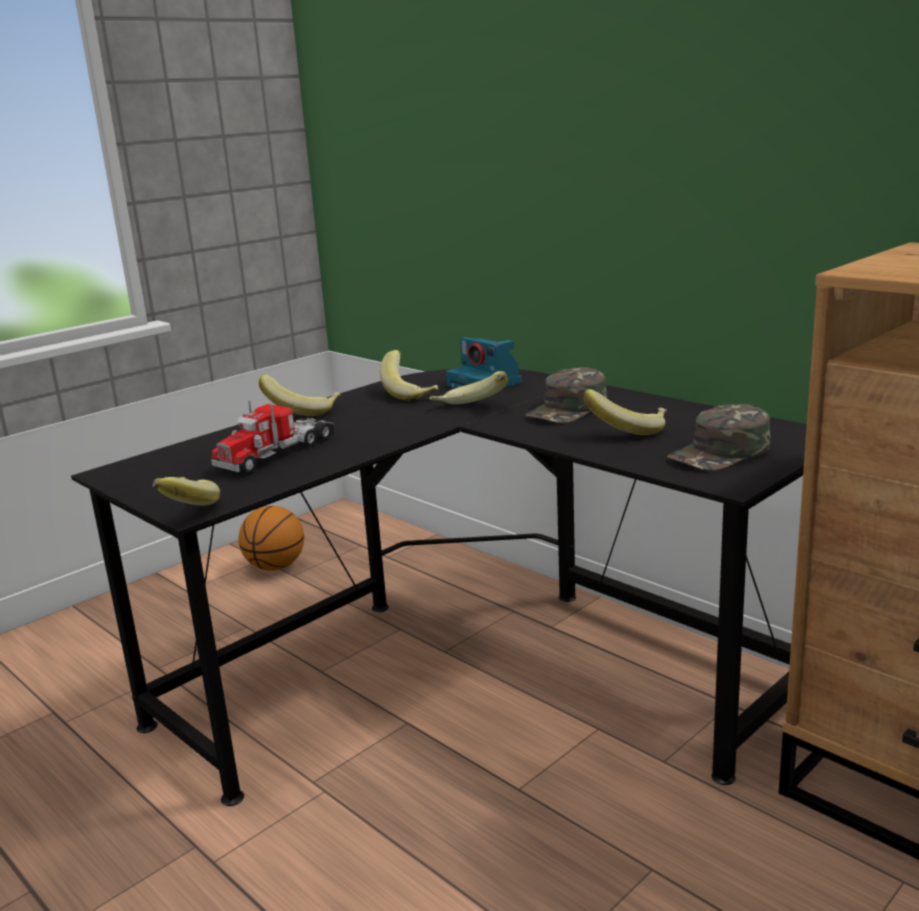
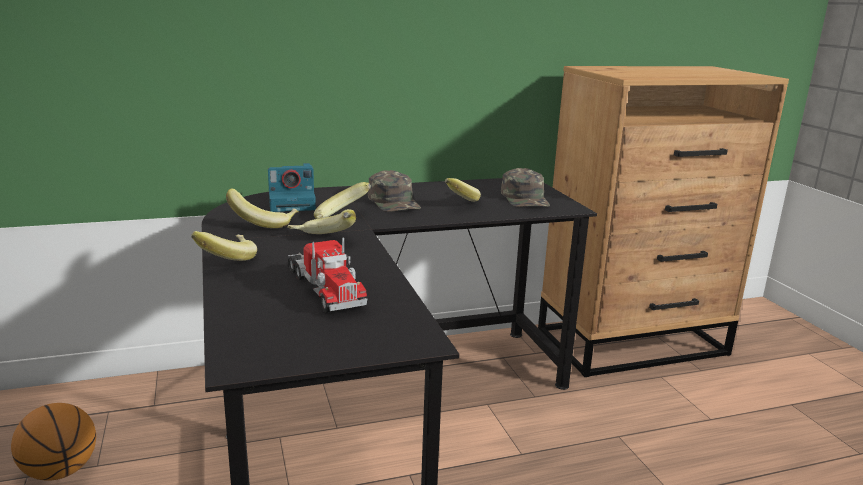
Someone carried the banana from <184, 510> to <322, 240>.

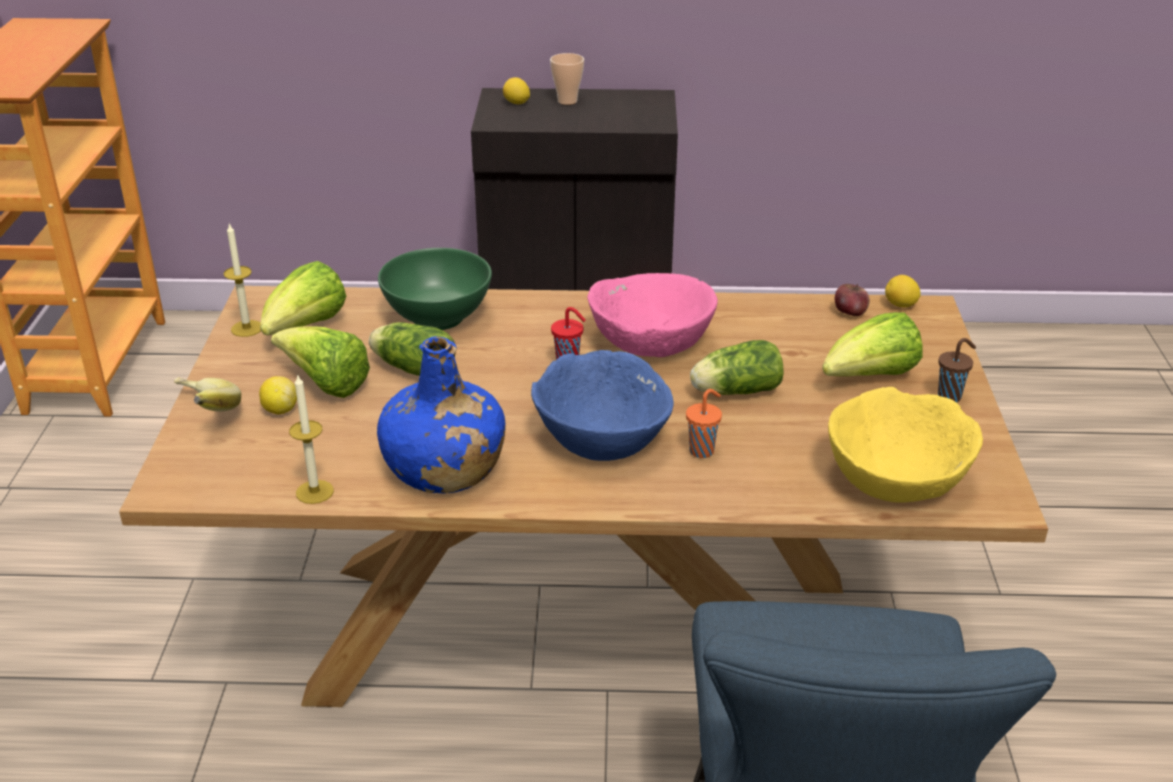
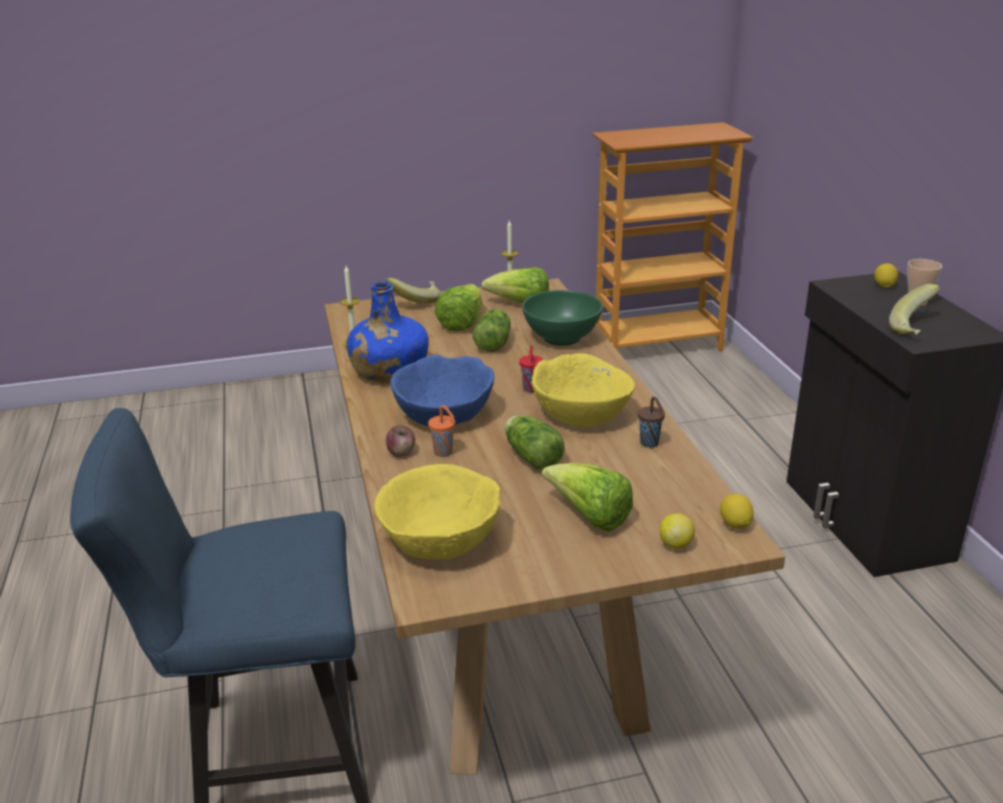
Someone put down the banana at <915, 329>.
Someone carried the lemon from <280, 410> to <675, 544>.
Someone carried the apple from <850, 312> to <401, 452>.
Someone carried the cup/brown from <950, 397> to <650, 444>.
Someone repainted the bowl/pink at <650, 341>, which became the bowl/yellow at <581, 414>.

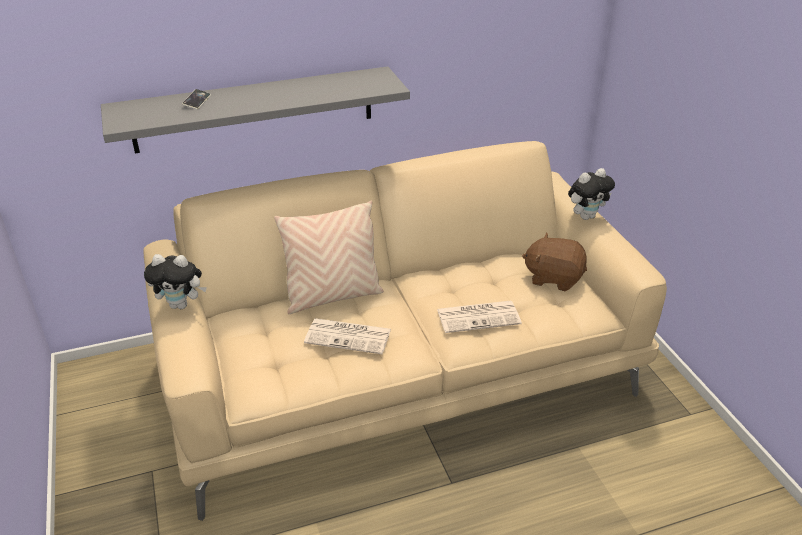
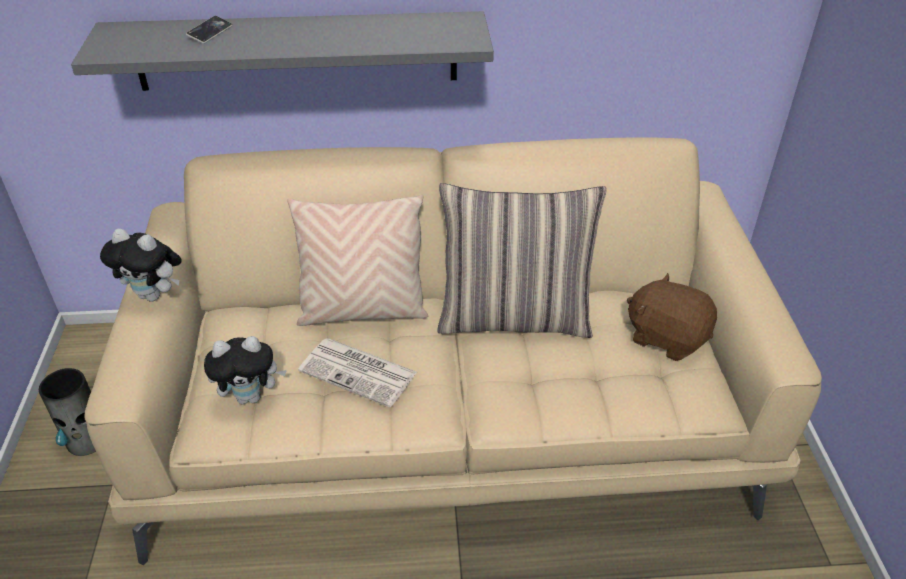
Someone took away the newspaper at <479, 316>.
Someone put down the vase at <87, 440>.
Someone put down the pillow at <515, 317>.
Someone carried the plush toy from <586, 216> to <251, 396>.

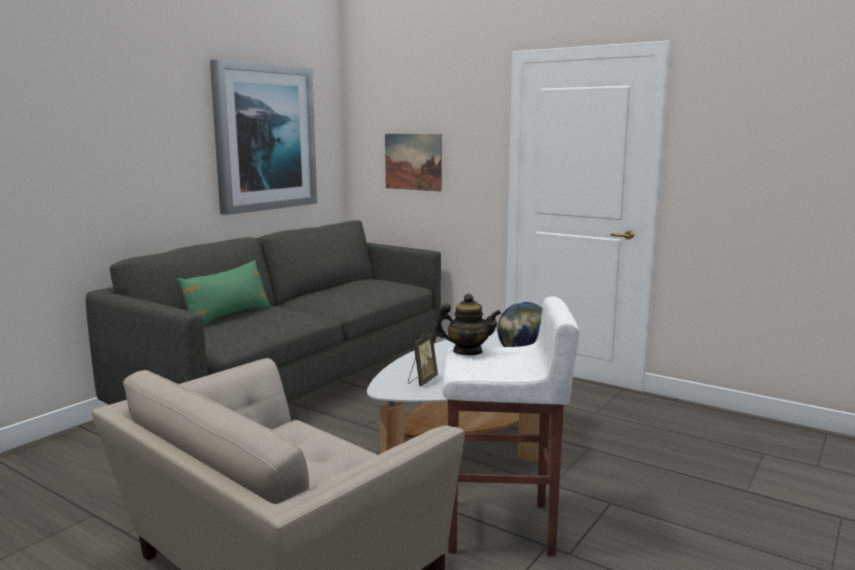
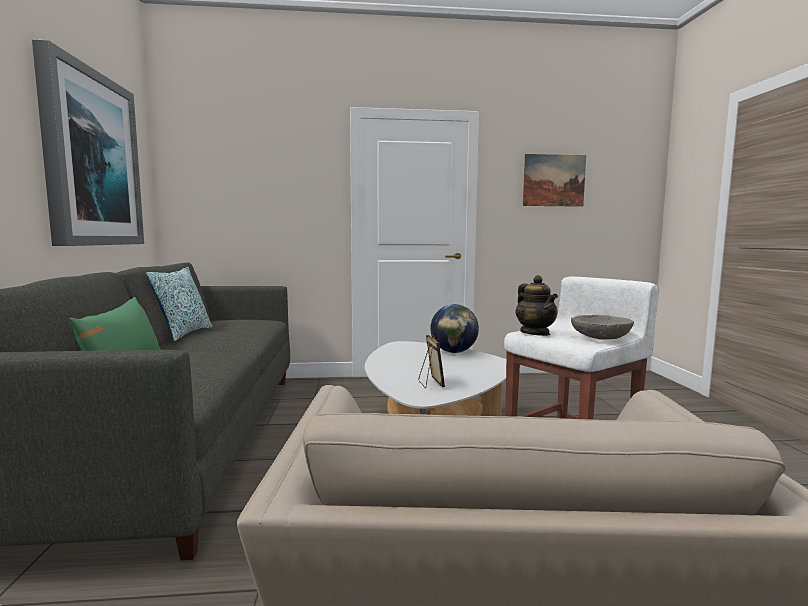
Someone put down the pillow at <184, 333>.
Someone put down the bowl/grey at <600, 338>.
Someone carried the picture from <413, 162> to <554, 180>.
Someone rotated the teapot at <467, 352> by 105 degrees clockwise.

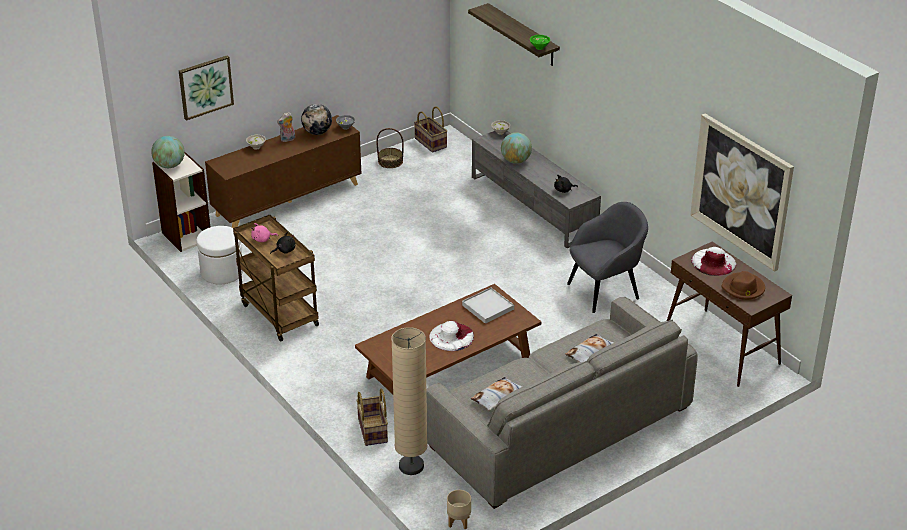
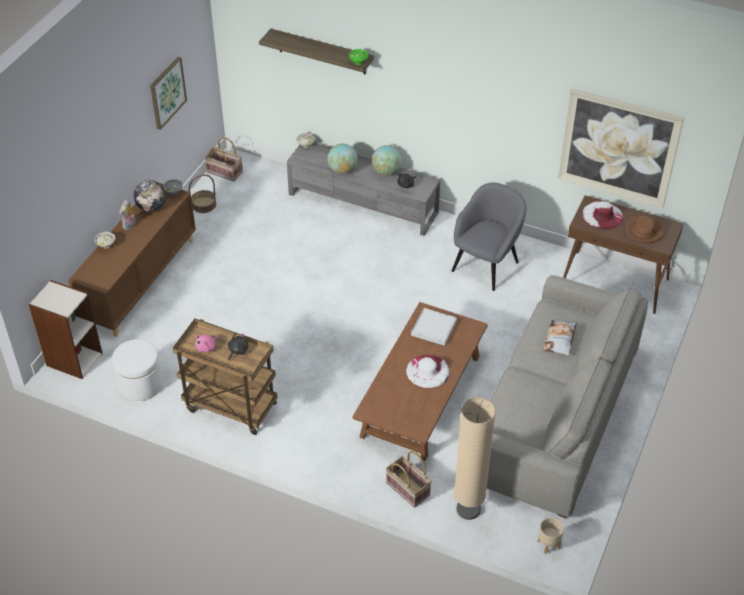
Someone took away the pillow at <497, 397>.
Someone carried the globe from <169, 165> to <386, 171>.
Someone carried the picture from <205, 87> to <167, 92>.

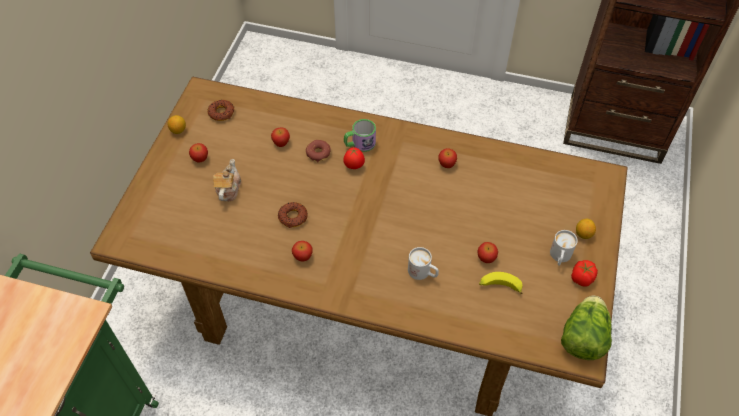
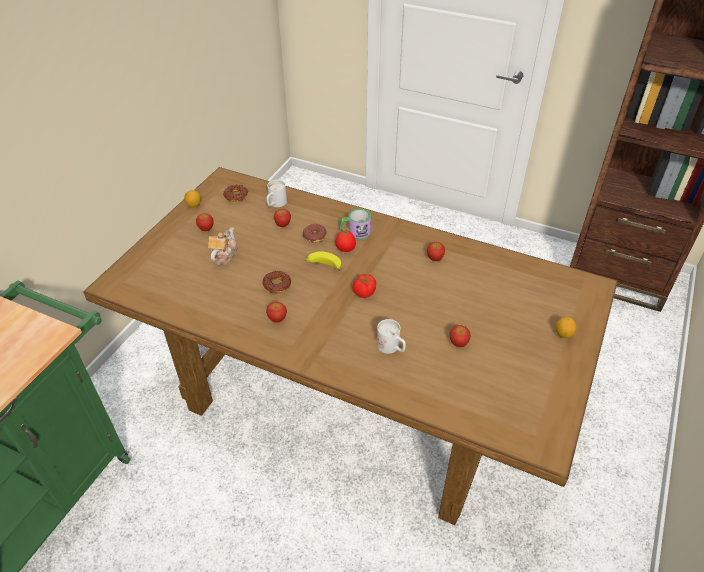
Someone took away the lettuce at <582, 337>.
Someone carried the banana from <499, 286> to <323, 265>.
Someone carried the mug/white from <559, 257> to <275, 204>.
Someone carried the tomato from <581, 278> to <364, 293>.

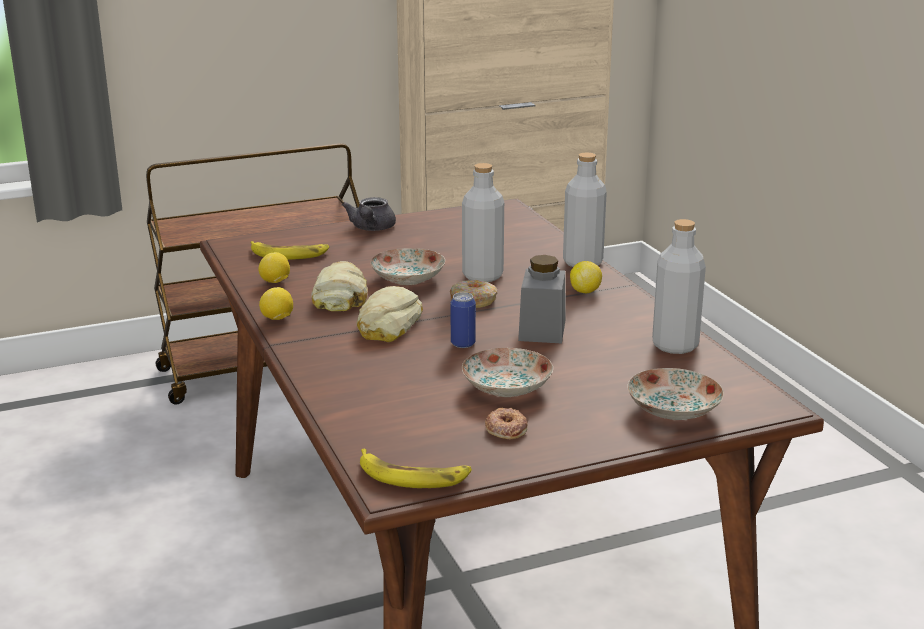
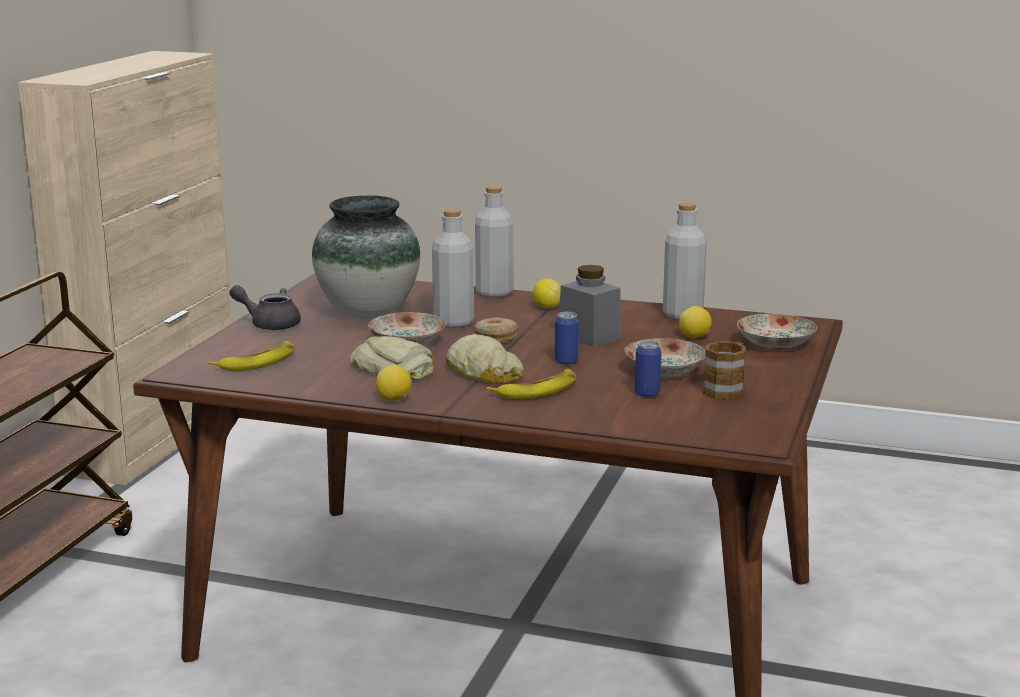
Someone put down the vase at <368, 312>.
Someone put down the can at <647, 394>.
Someone carried the lemon from <275, 282> to <695, 337>.
Someone carried the banana from <413, 476> to <537, 390>.
Someone swapped the donut at <506, 429> for the mug at <727, 389>.
Someone rotated the teapot/grey at <371, 229> by 150 degrees clockwise.

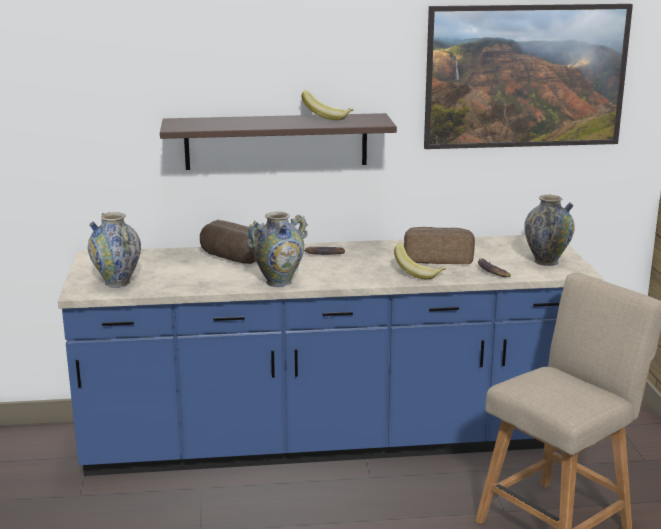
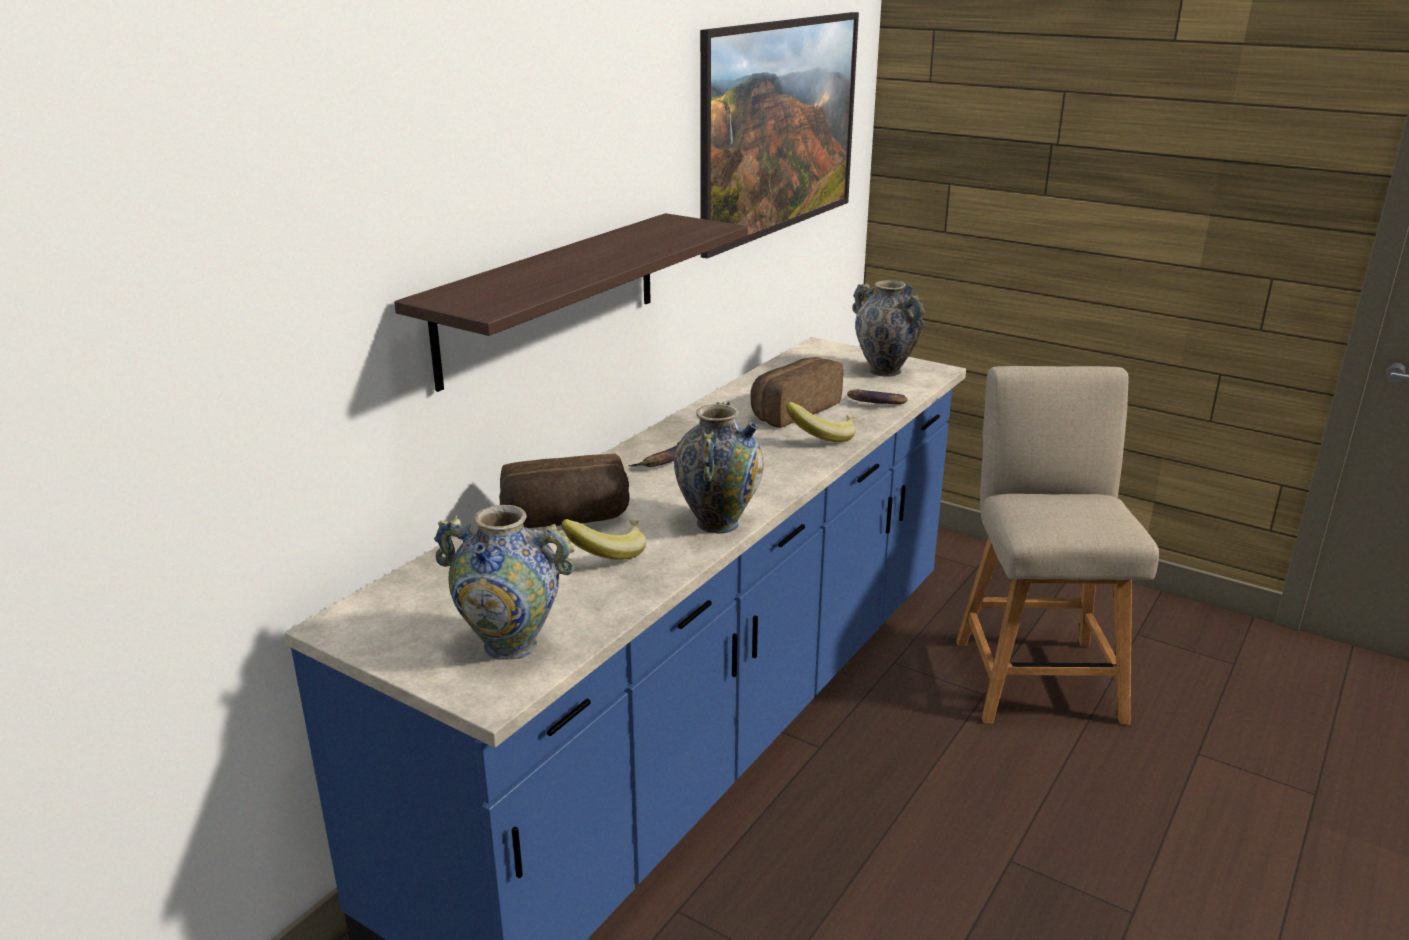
Someone carried the banana from <327, 117> to <607, 552>.

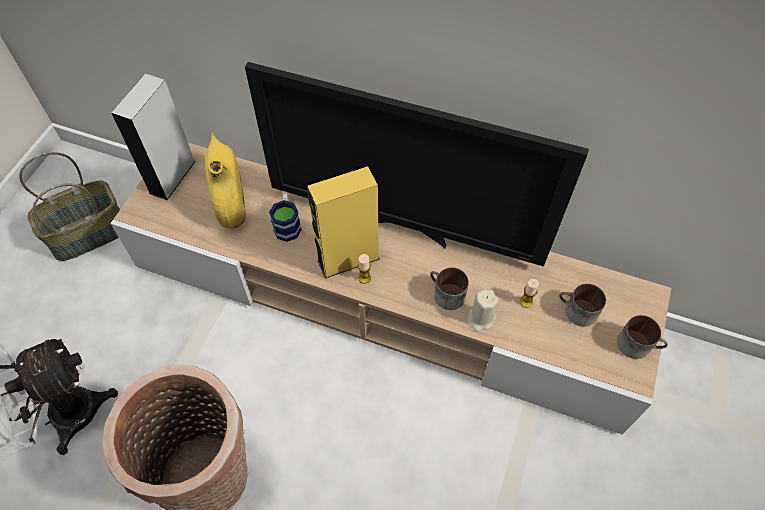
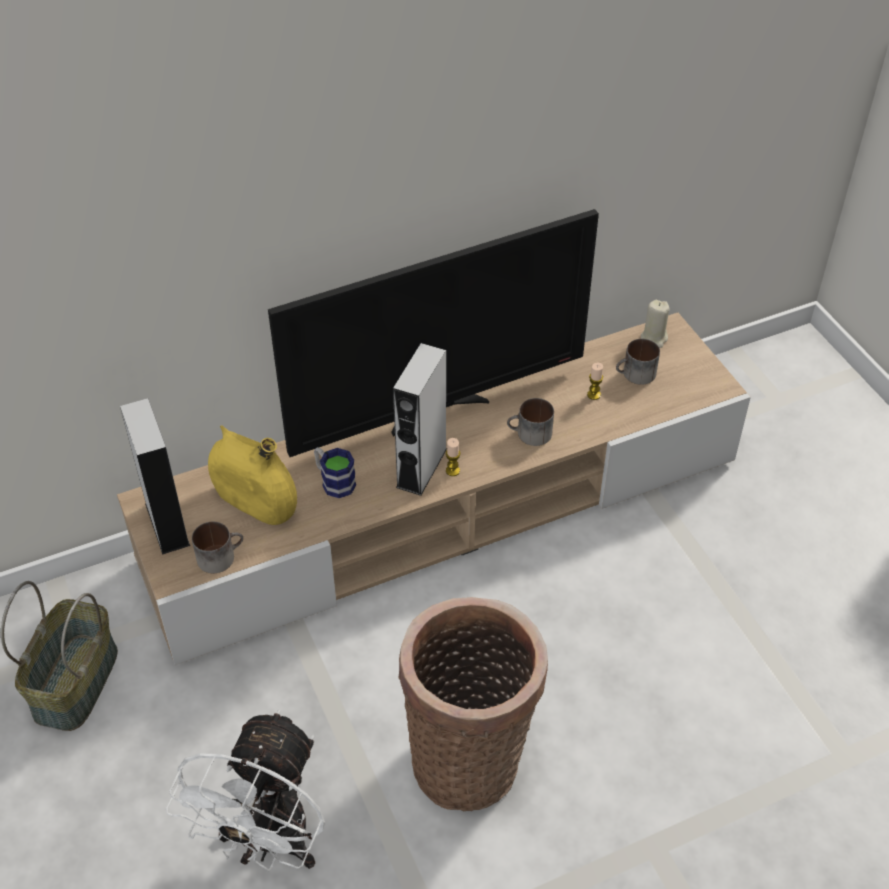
Someone carried the candle/beige from <481, 319> to <654, 338>.
Someone carried the mug from <638, 344> to <220, 555>.
Someone repainted the speaker/yellow at <348, 259>, which became the speaker/grey at <421, 468>.

